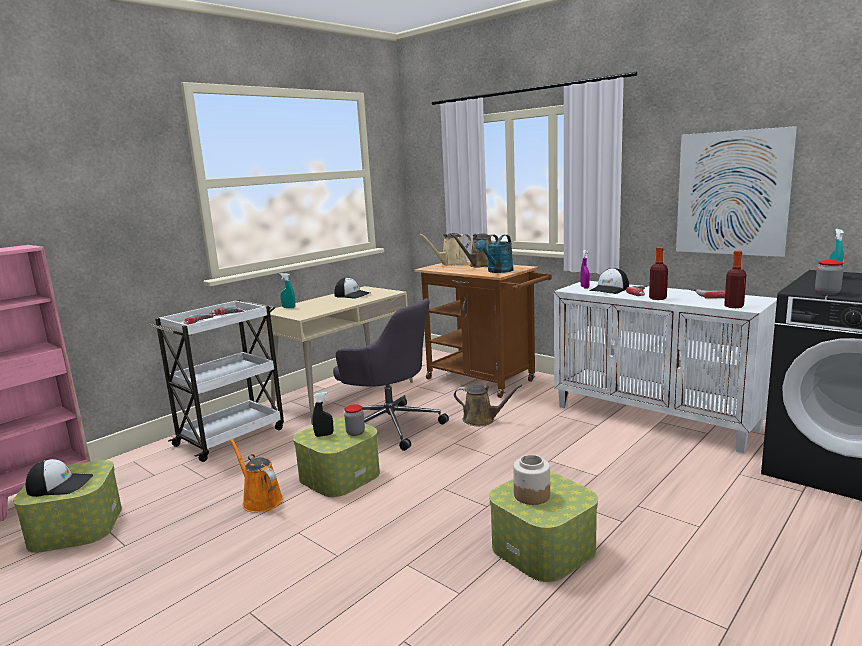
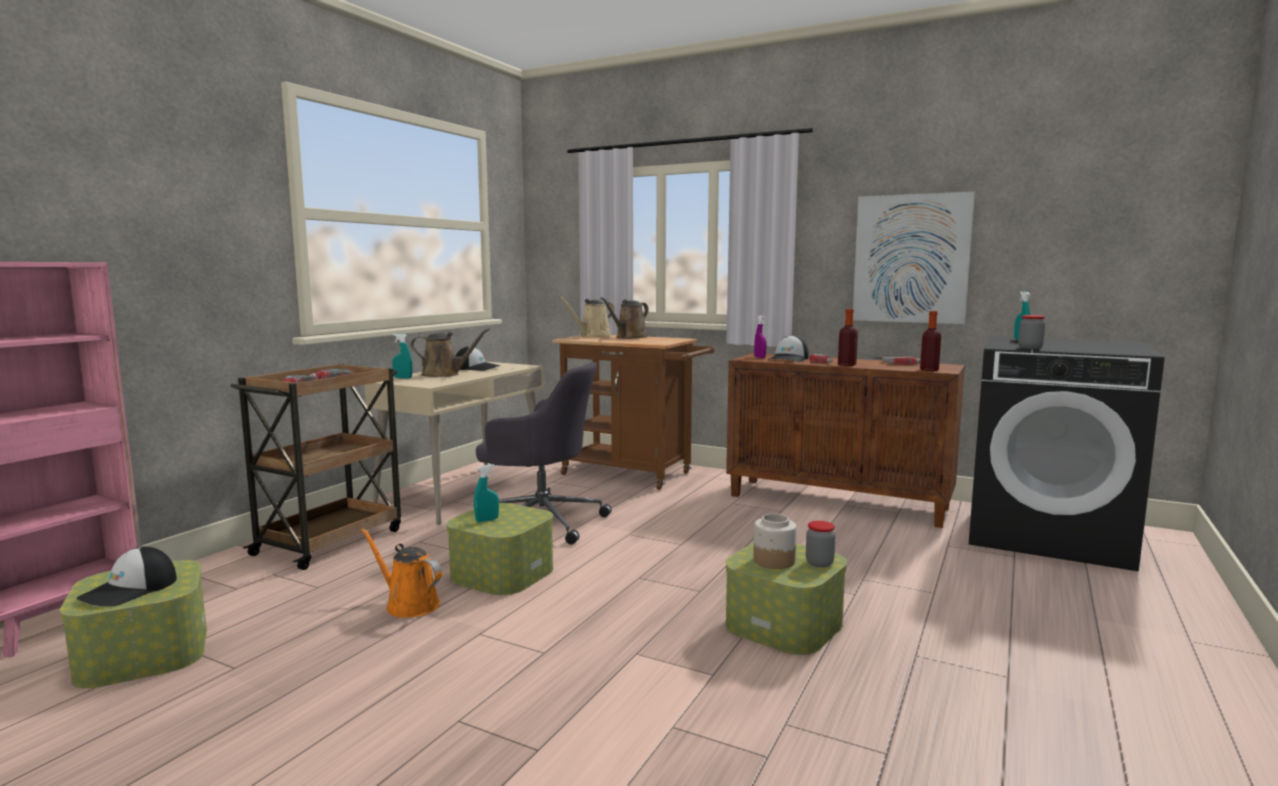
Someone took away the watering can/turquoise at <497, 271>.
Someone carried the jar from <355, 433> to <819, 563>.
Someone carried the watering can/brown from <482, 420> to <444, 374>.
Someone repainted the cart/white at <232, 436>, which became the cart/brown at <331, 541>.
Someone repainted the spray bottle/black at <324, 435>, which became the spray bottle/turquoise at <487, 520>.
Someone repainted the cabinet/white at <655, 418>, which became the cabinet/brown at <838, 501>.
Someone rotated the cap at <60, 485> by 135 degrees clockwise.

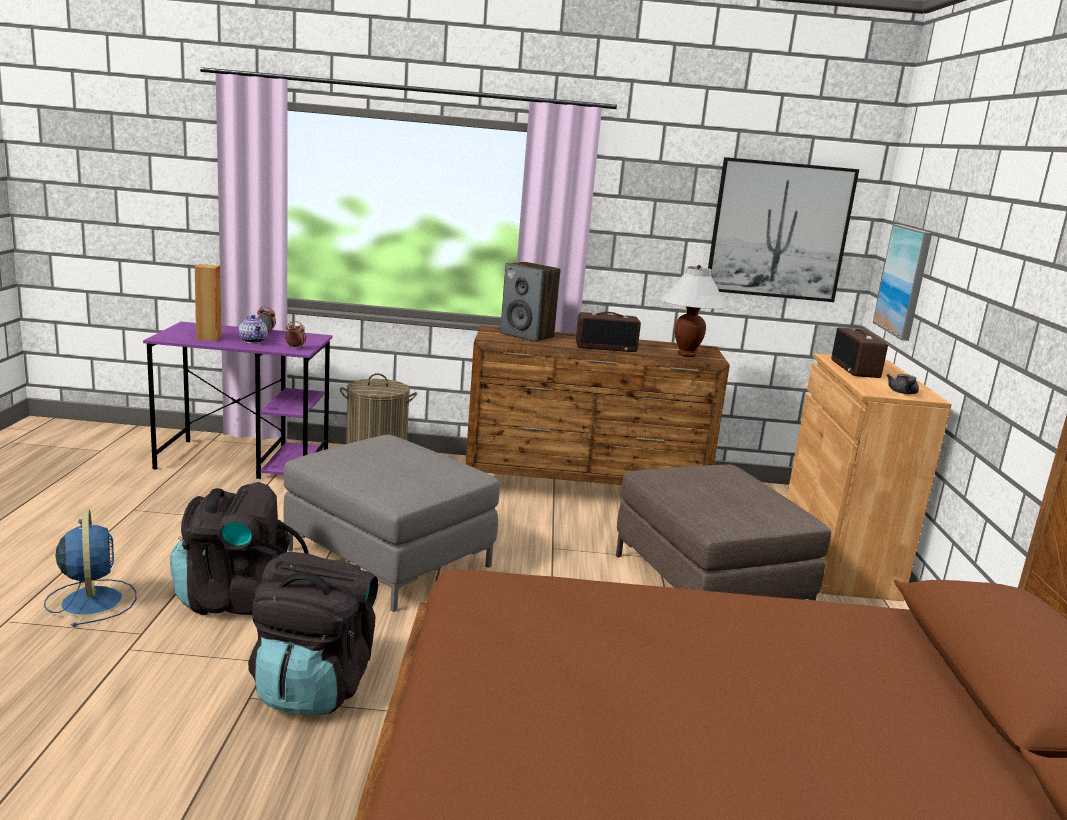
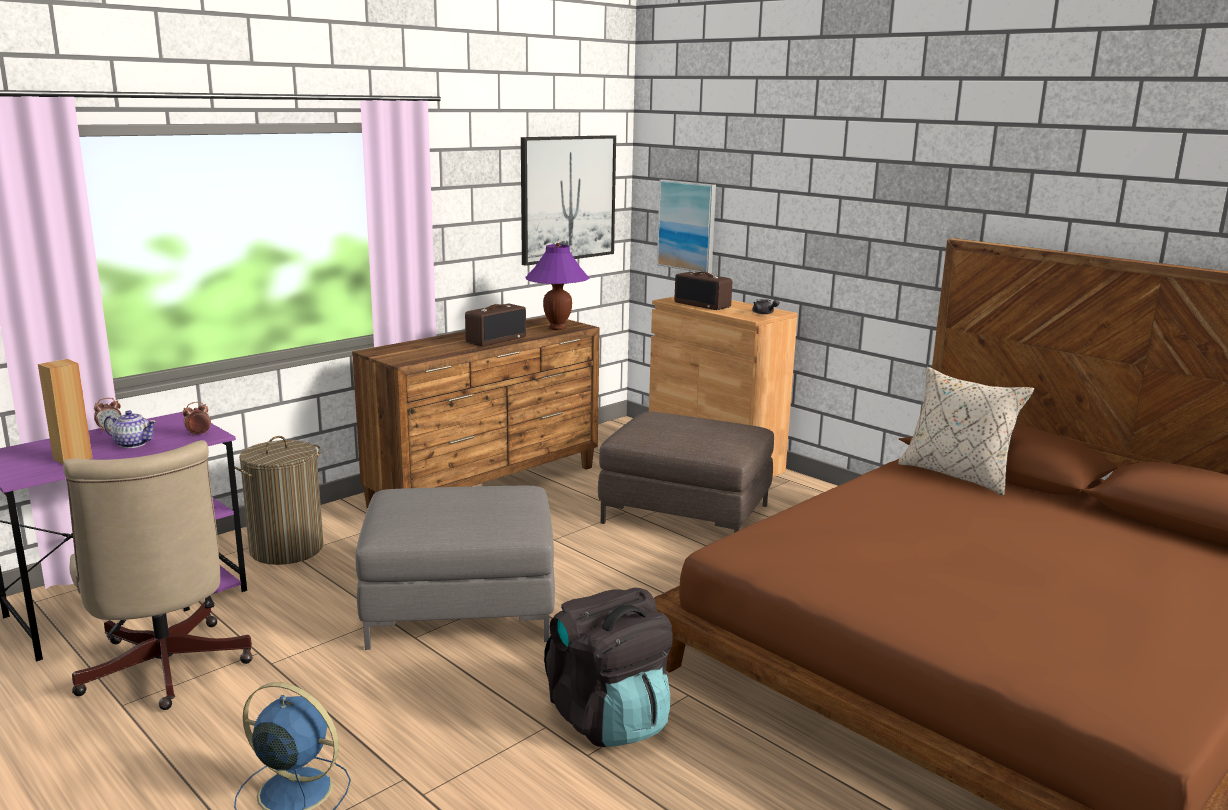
Someone took away the backpack/black at <236, 599>.
Someone took away the speaker at <527, 335>.
Someone put down the office chair/beige at <164, 672>.
Someone put down the pillow/beige at <957, 475>.
Someone repainted the table lamp/white at <686, 355>, which became the table lamp/purple at <557, 328>.

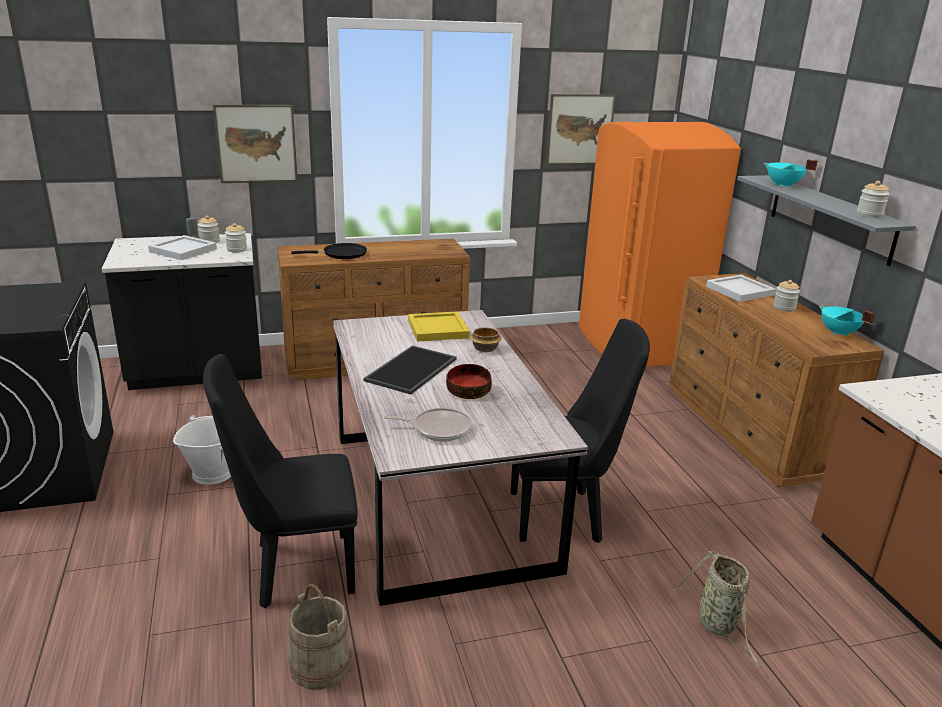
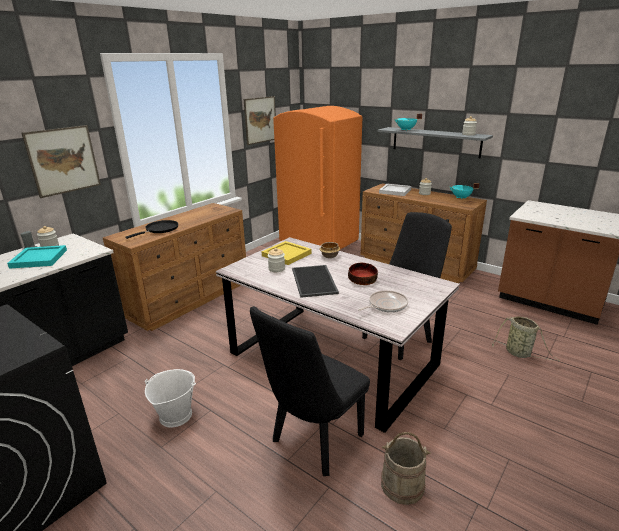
Someone carried the jar from <237, 249> to <276, 269>.
Someone repainted the tray/white at <183, 250>, which became the tray/turquoise at <39, 259>.

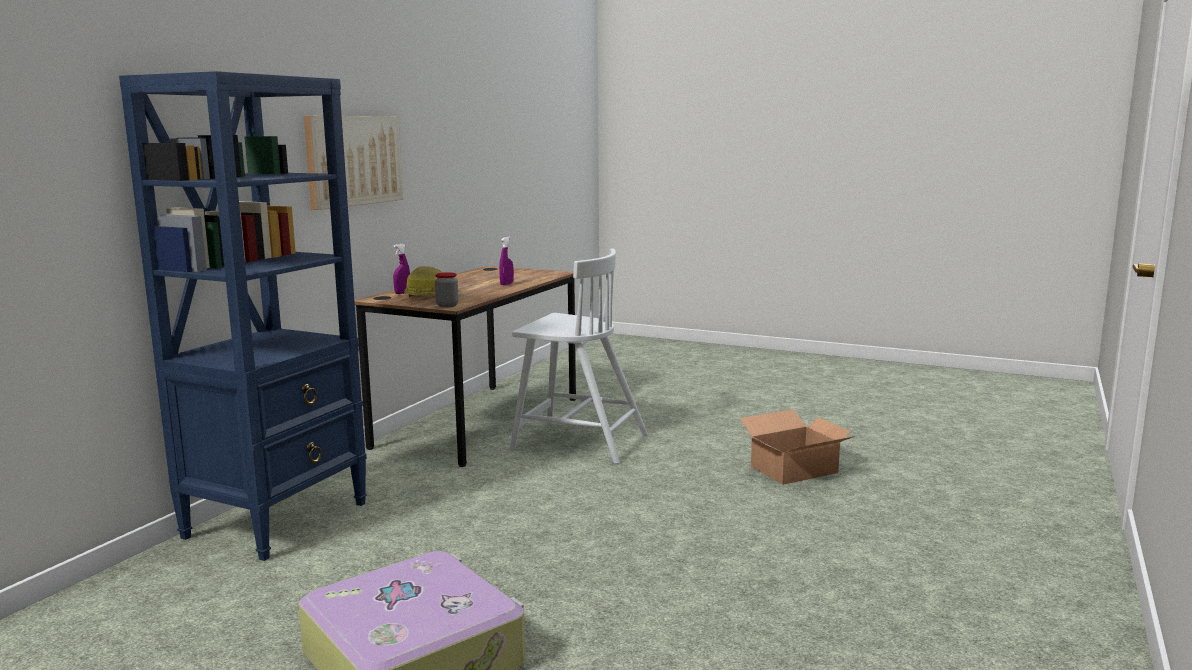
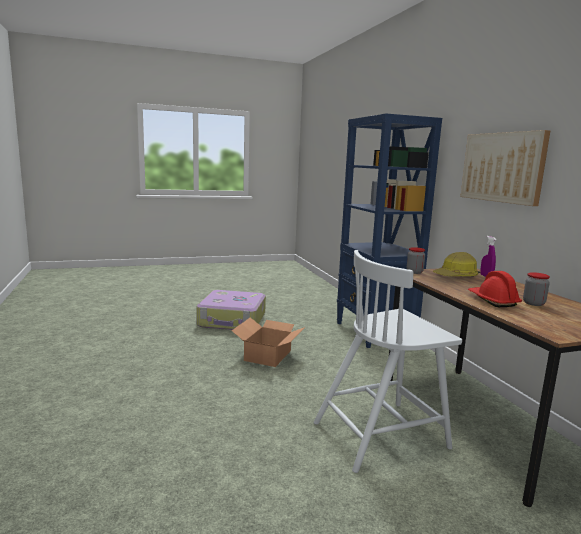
Someone put down the jar at <533, 303>.
Someone carried the cardboard box from <795, 470> to <267, 355>.
Someone swapped the spray bottle/purple at <506, 284> for the hard hat/red at <492, 301>.

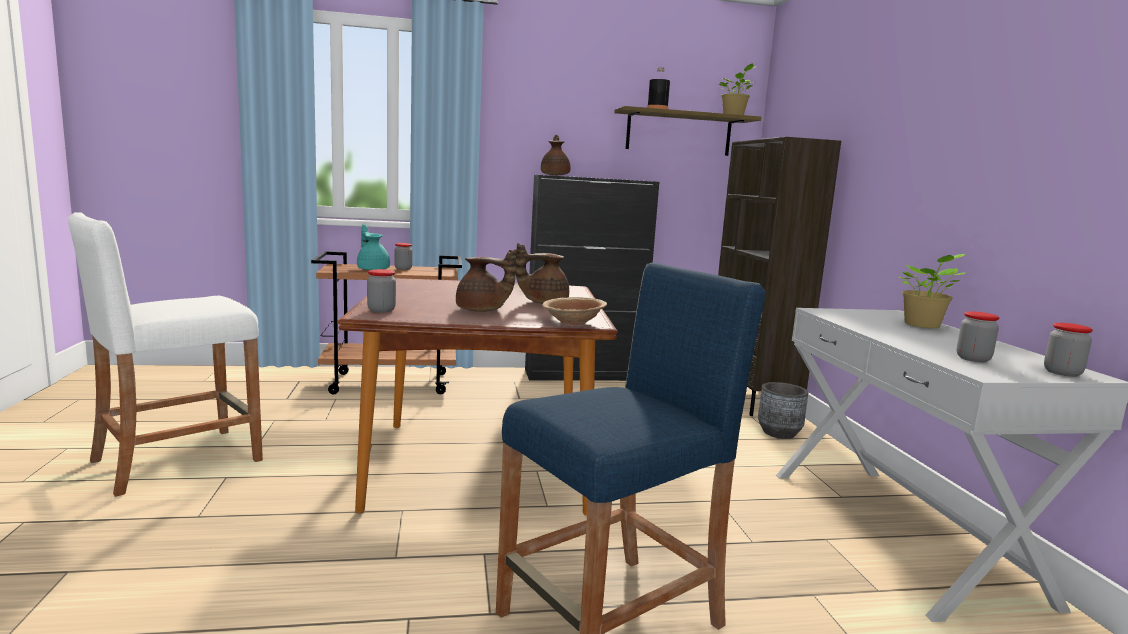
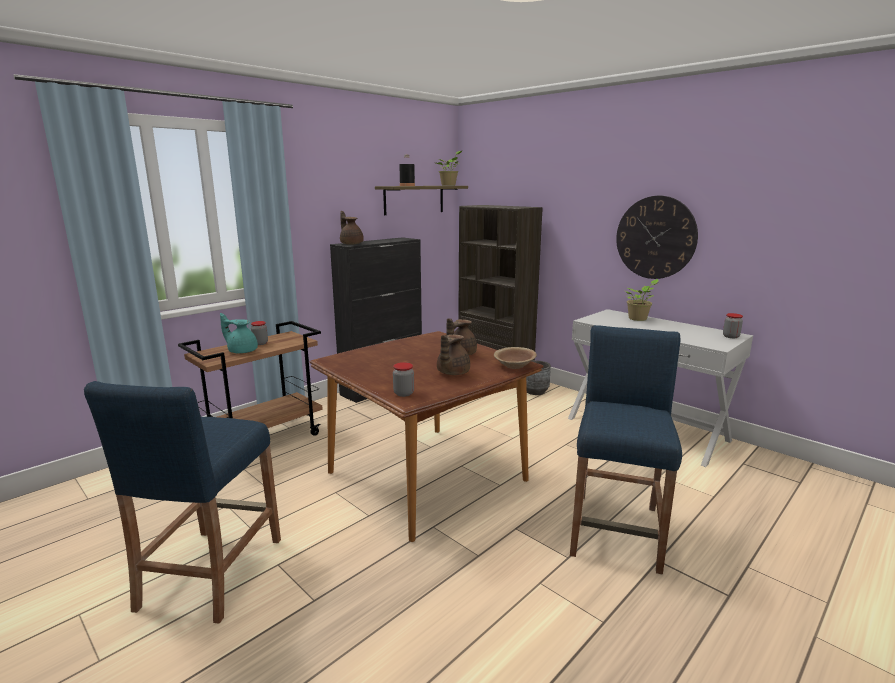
Someone took away the jar at <973, 359>.
Someone put up the wall clock at <655, 237>.
Someone repainted the stool/white at <177, 460>, which became the stool/blue at <211, 572>.
Someone rotated the teapot/brown at <482, 310> by 135 degrees clockwise.

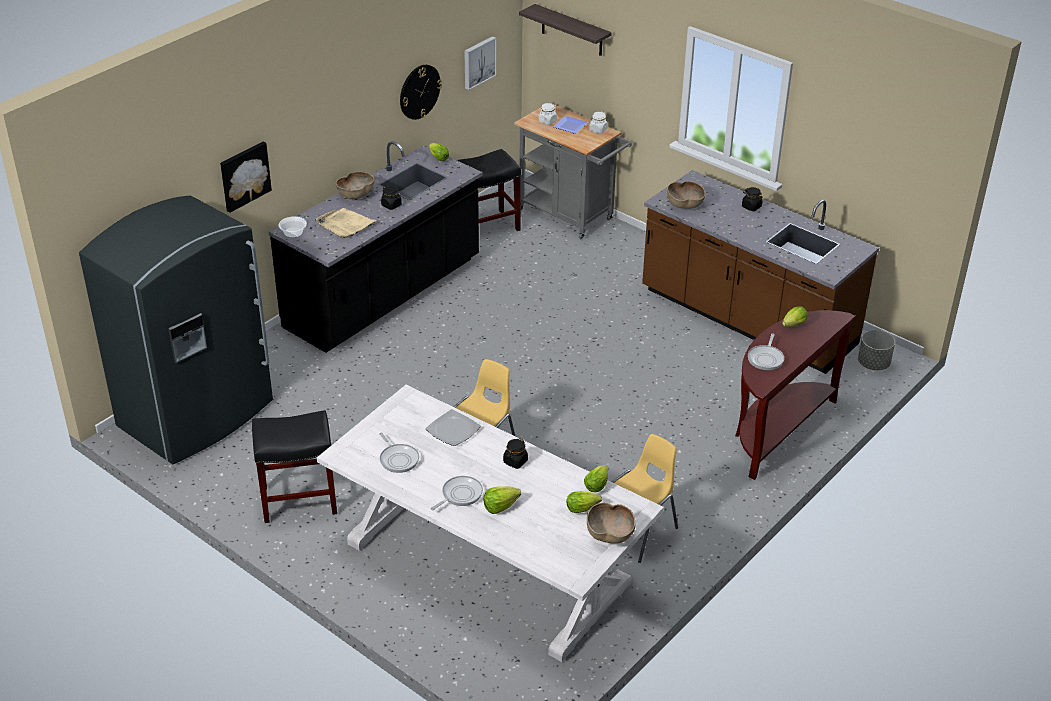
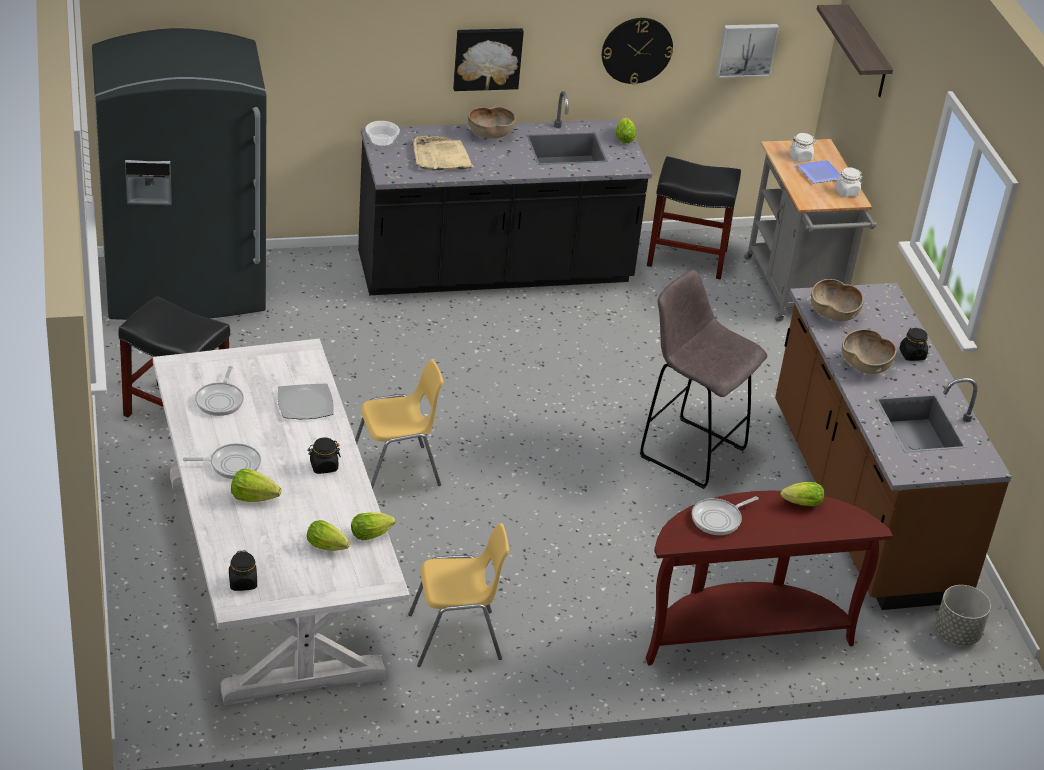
Someone put down the stool/grey at <689, 451>.
Someone carried the picture from <244, 175> to <487, 58>.
Someone carried the jar/black from <391, 205> to <243, 582>.
Someone carried the bowl/brown from <610, 534> to <865, 365>.

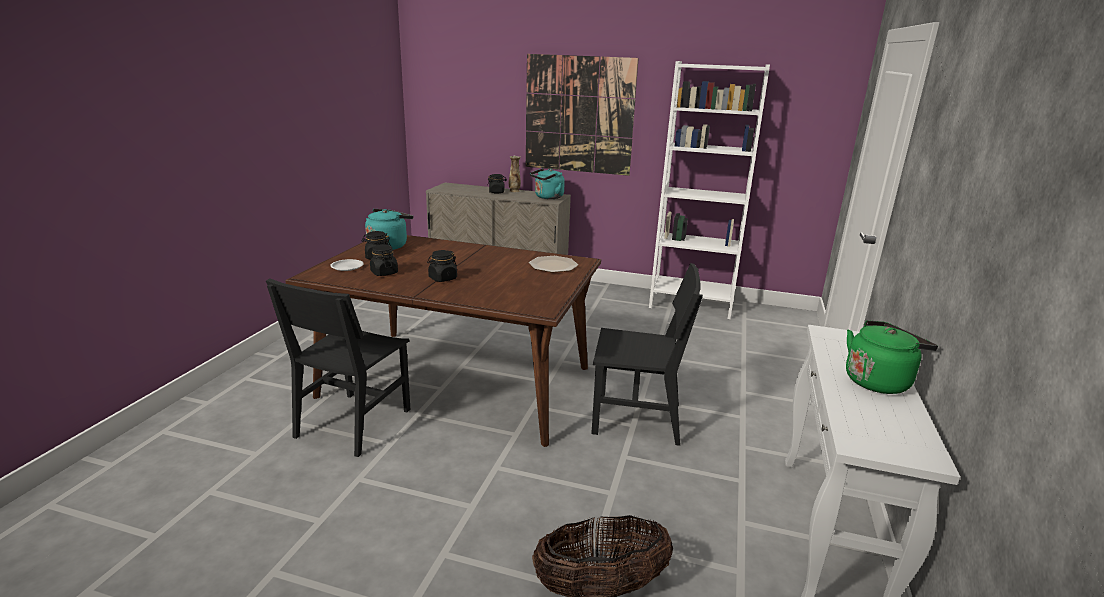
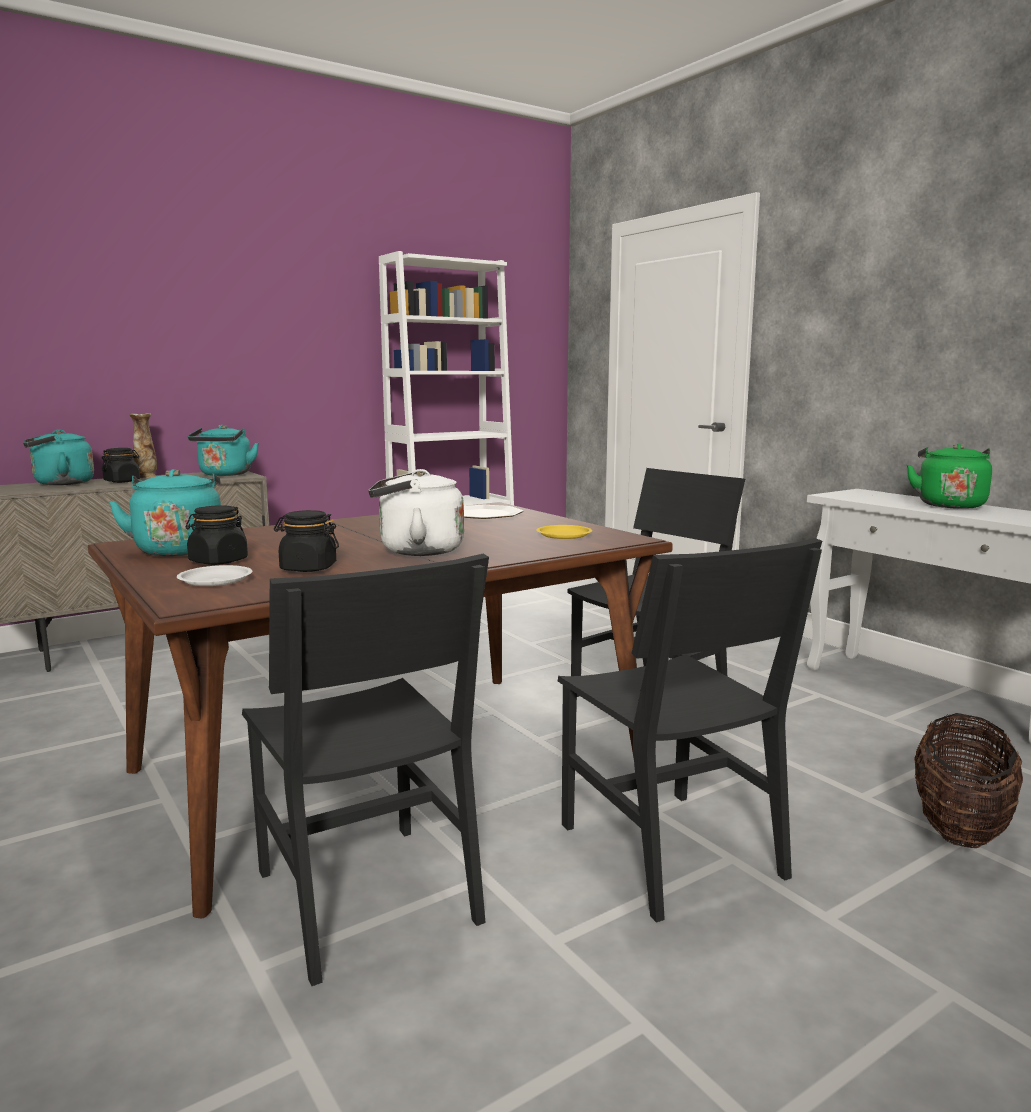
Someone took away the picture at <579, 115>.
Someone put down the kettle/turquoise at <60, 483>.
Someone put down the plate/yellow at <563, 535>.
Someone put down the chair/black at <669, 850>.
Someone swapped the jar/black at <442, 278> for the kettle/white at <416, 551>.

